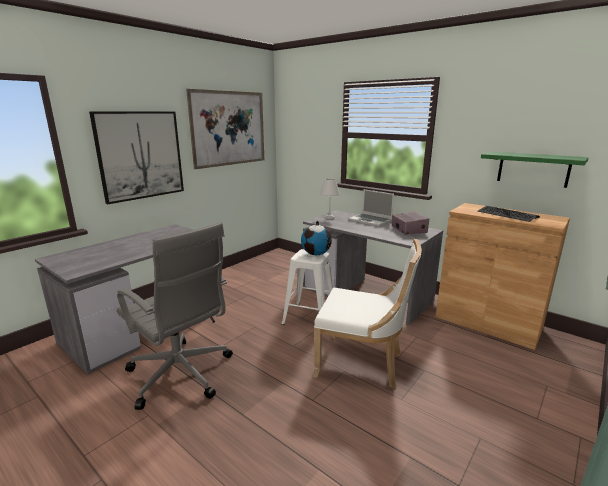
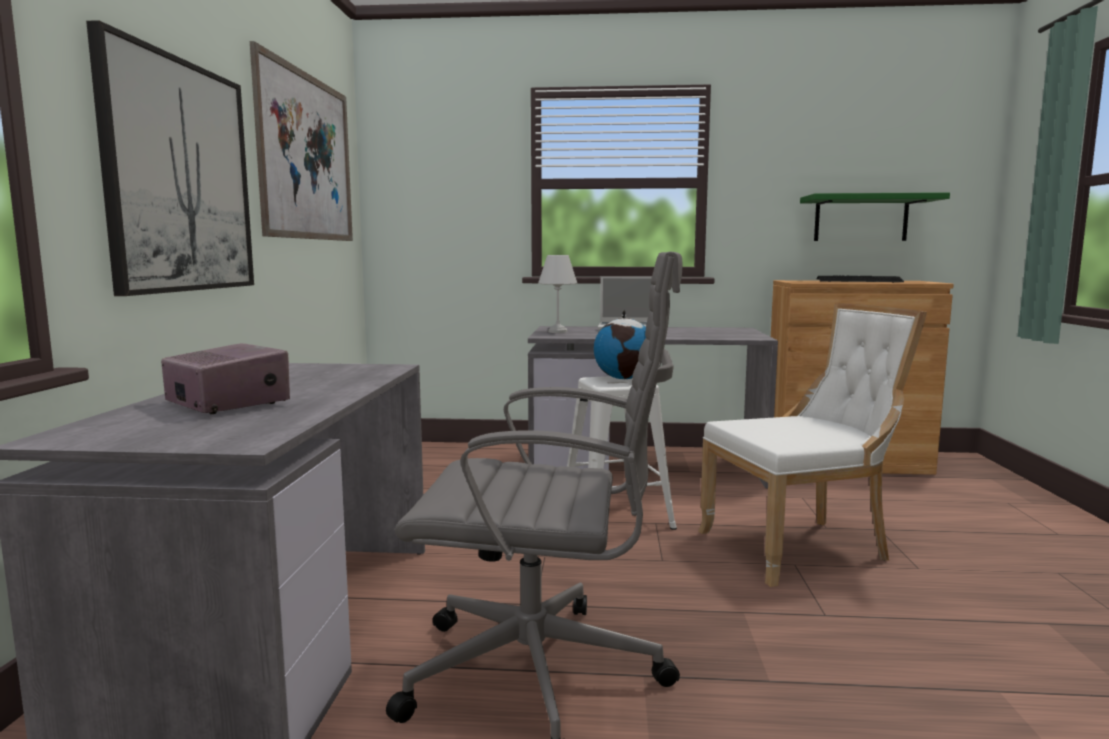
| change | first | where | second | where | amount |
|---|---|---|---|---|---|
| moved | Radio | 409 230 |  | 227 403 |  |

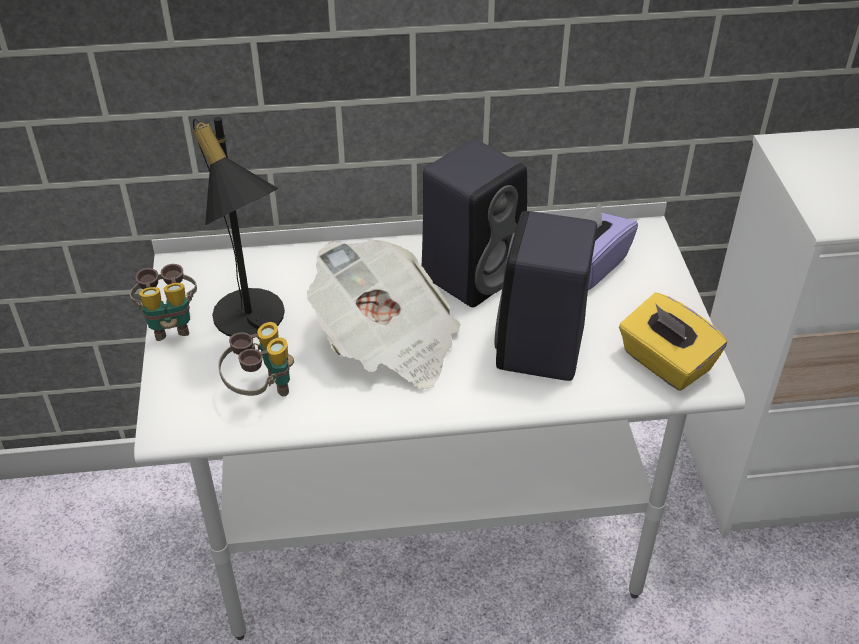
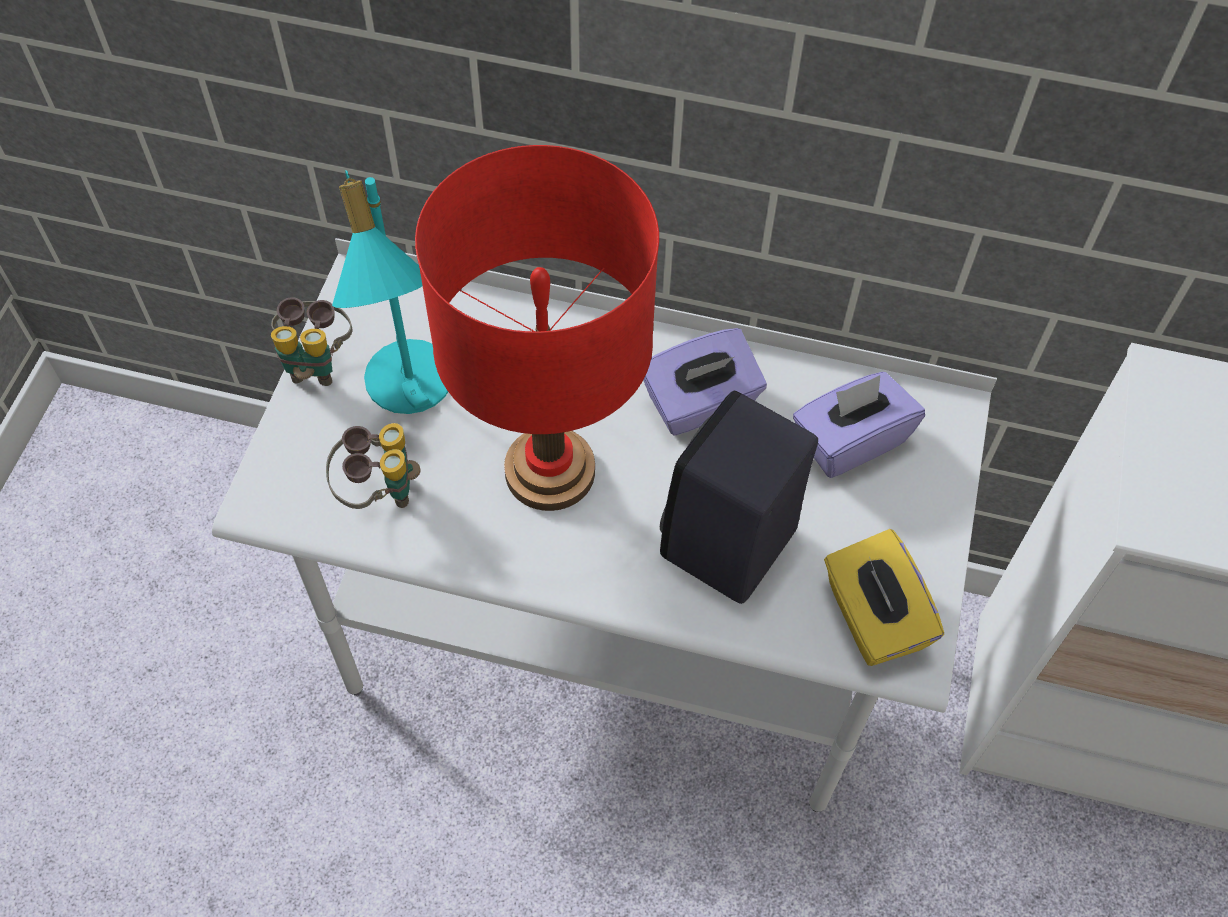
| change | first | where | second | where | amount |
|---|---|---|---|---|---|
| recoloured | BlackLampForATable | 253 323 | BlueGreenLampForATable | 408 392 |  |
| replaced | BlackSpeaker | 474 273 | PurpleTissueHolder | 701 404 |  |
| replaced | PrintedPaper | 387 342 | ReddishLampForATable | 550 472 |  |

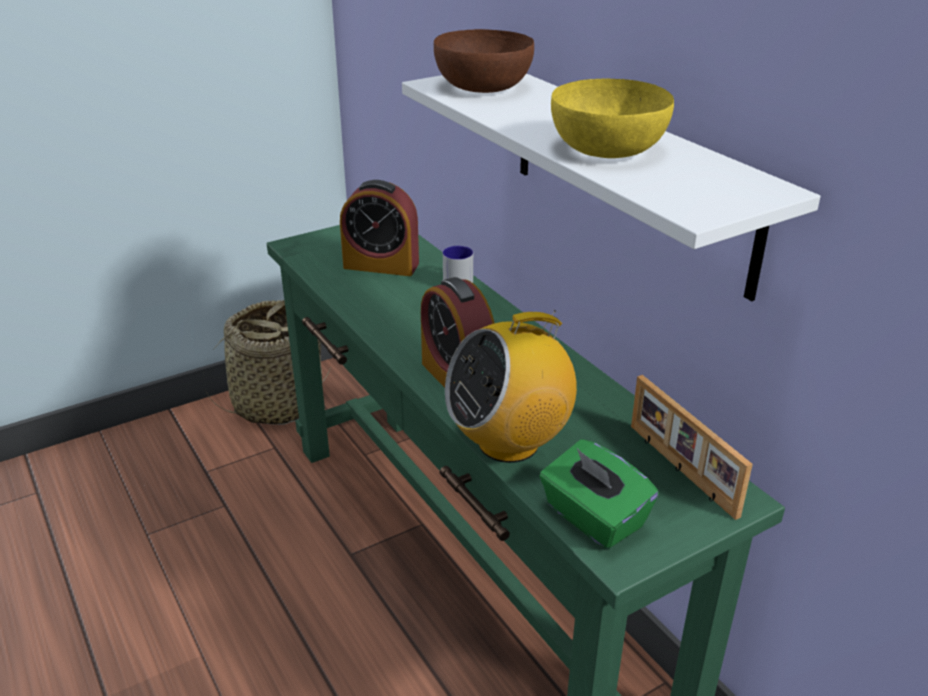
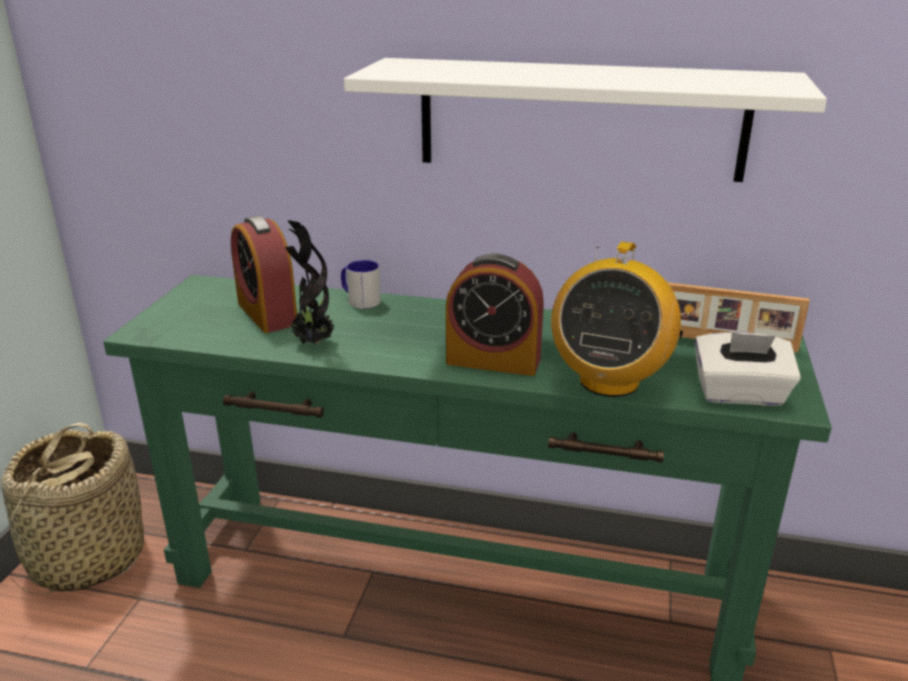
| change | first | where | second | where | amount |
|---|---|---|---|---|---|
| removed | BrownColouredDeepDish | 482 87 |  |  |  |
| removed | YellowishDeepDish | 609 149 |  |  |  |
| turned | TableClock | 381 265 |  | 267 314 | 90 degrees clockwise |
| recoloured | GreenColouredTissueHolder | 593 518 | WhitishTissueHolder | 740 394 |  |
| added |  |  | PlantInAPot | 311 343 |  |

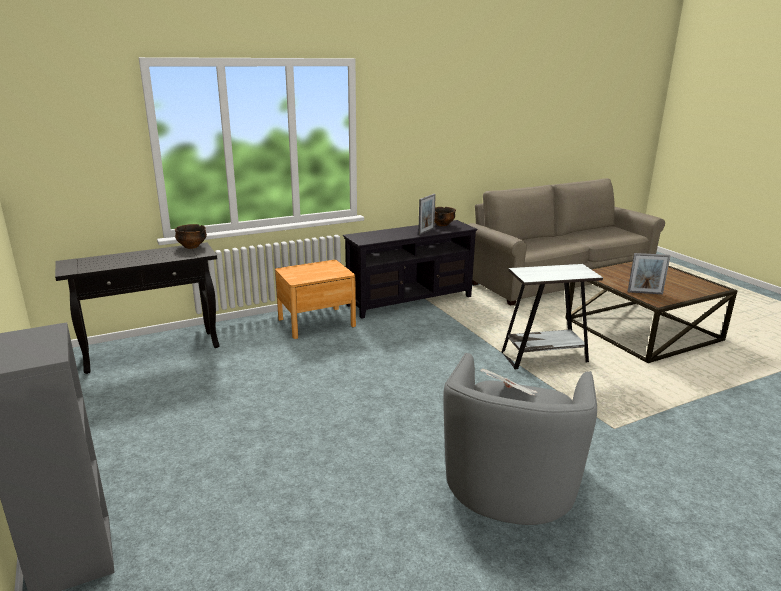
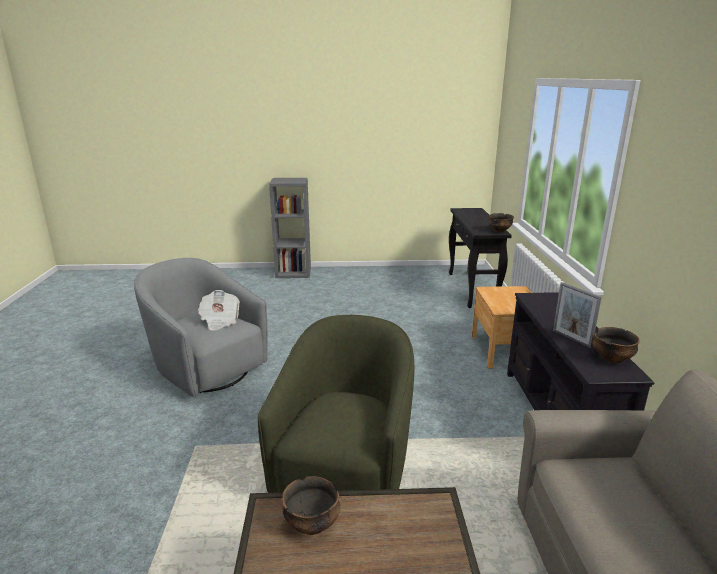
| change | first | where | second | where | amount |
|---|---|---|---|---|---|
| replaced | StandingFrame | 645 293 | DeepDish | 312 524 |  |
| replaced | WhitishEndTable | 544 357 | GreenColouredEasyChair | 345 468 |  |

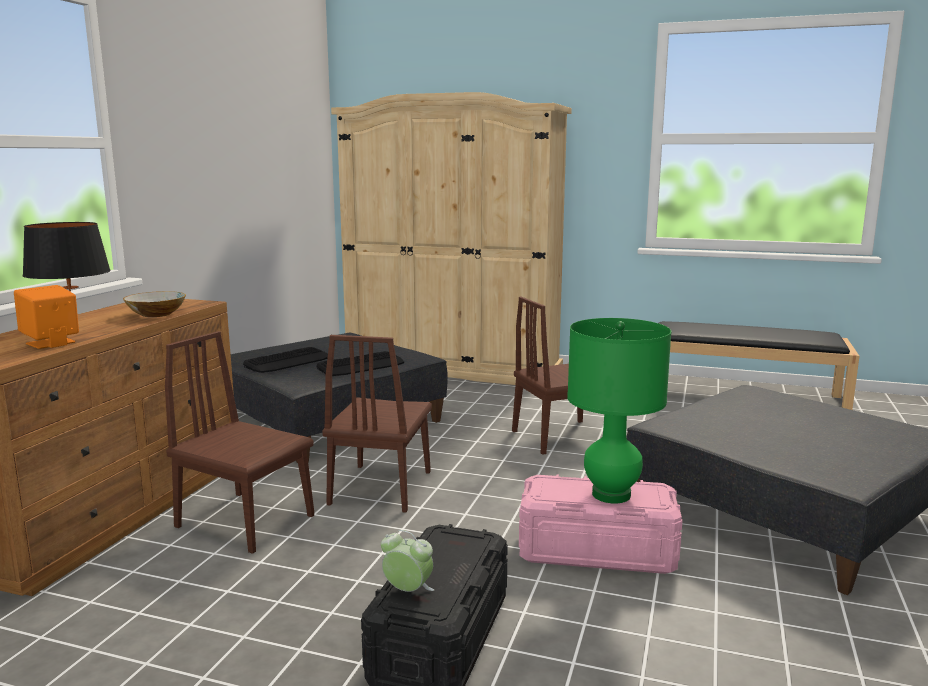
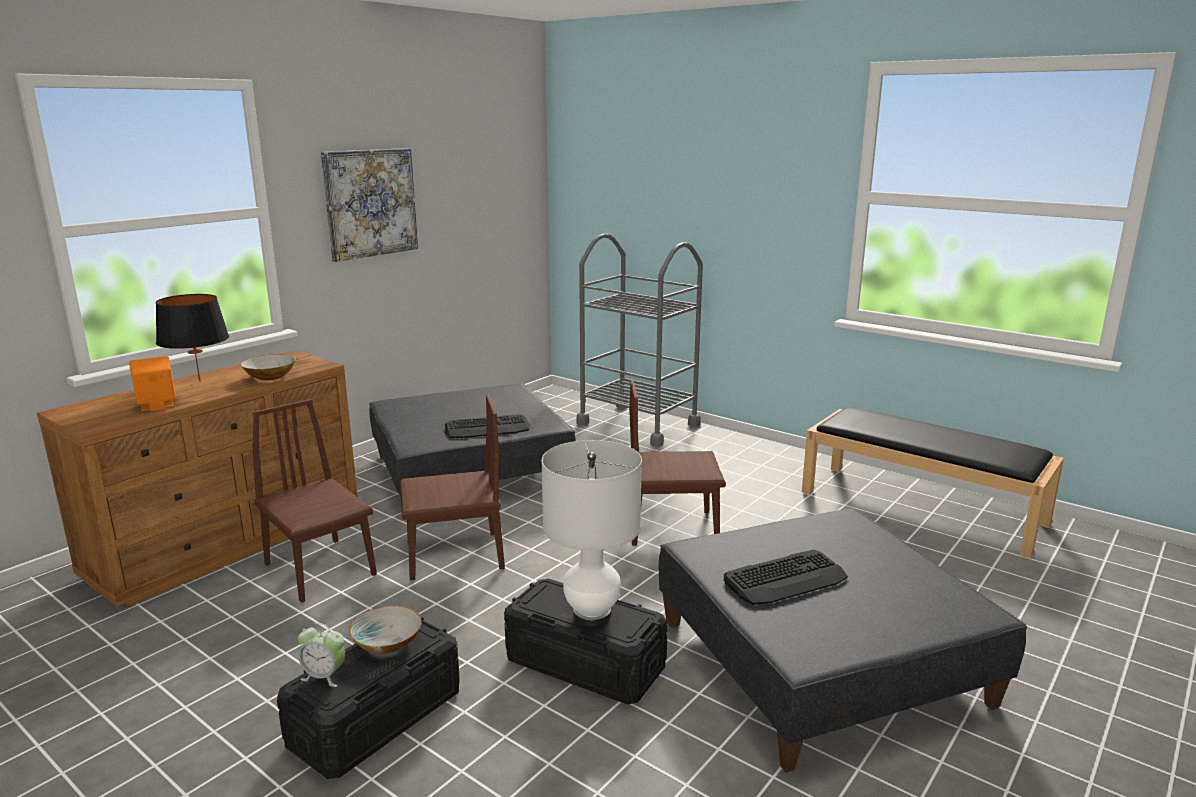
| change | first | where | second | where | amount |
|---|---|---|---|---|---|
| replaced | BeigeWardrobe | 453 367 | GreyishCart | 638 424 |  |
| recoloured | GreenColouredLampForATable | 611 495 | WhitishLampForATable | 591 615 |  |
| turned | BrownColouredUprightChair | 381 487 |  | 454 555 | 135 degrees counterclockwise |
| moved | PcKeyboard | 288 361 |  | 785 579 |  |
| recoloured | PinkStorageContainer | 597 551 | BlackStorageContainer | 585 664 |  |
| turned | TableClock | 408 591 |  | 324 676 | 150 degrees clockwise |
| added |  |  | WallPicture | 370 203 |  |
| added |  |  | DeepDish | 386 643 |  |

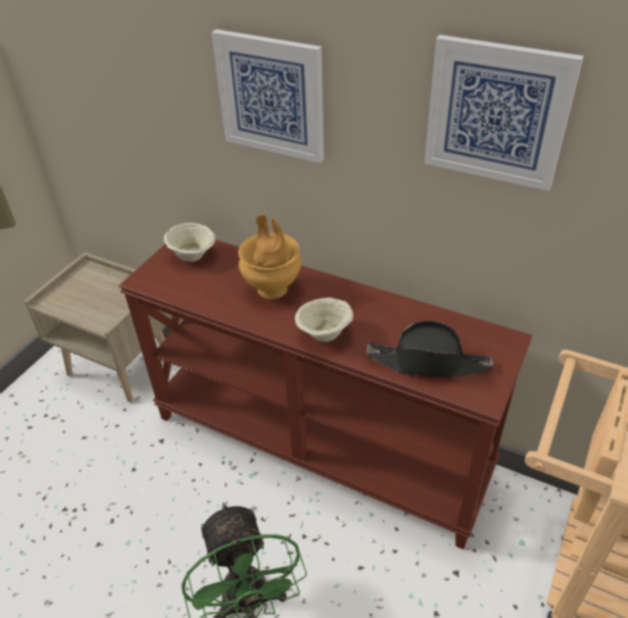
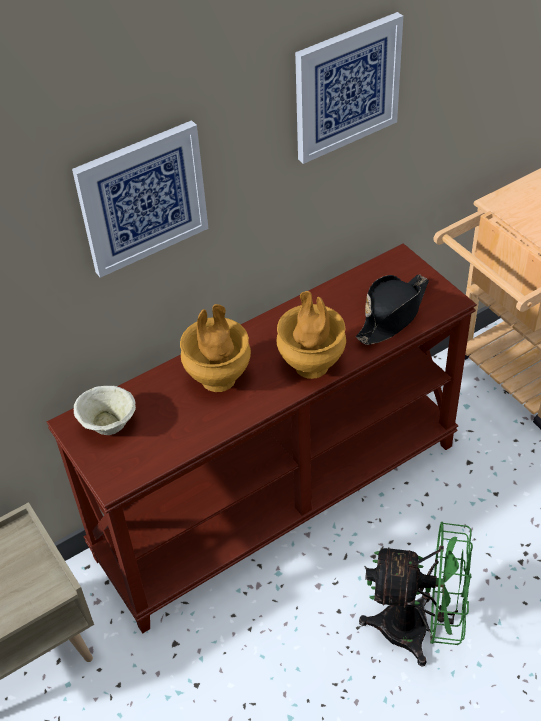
| change | first | where | second | where | amount |
|---|---|---|---|---|---|
| replaced | BeigeDeepDish | 324 335 | BrownColouredFlowerVase | 312 366 |  |

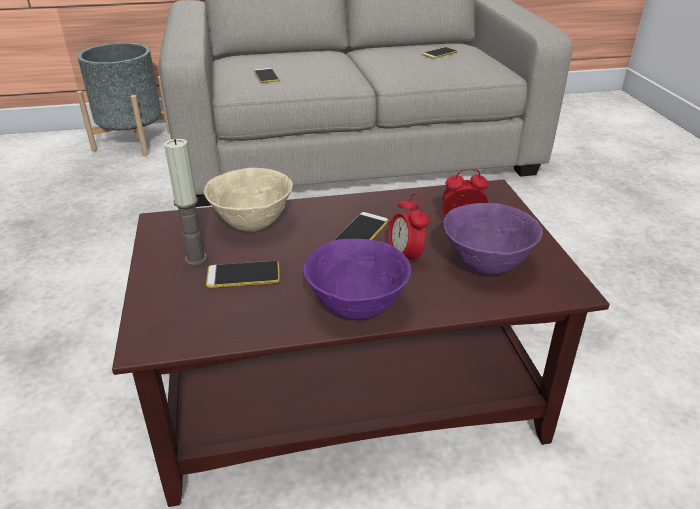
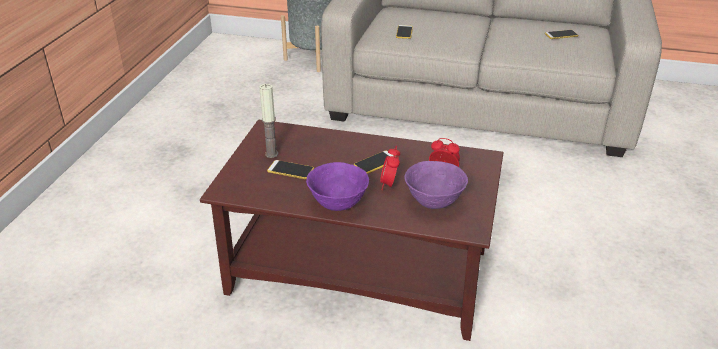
| change | first | where | second | where | amount |
|---|---|---|---|---|---|
| removed | BeigeDeepDish | 251 223 |  |  |  |

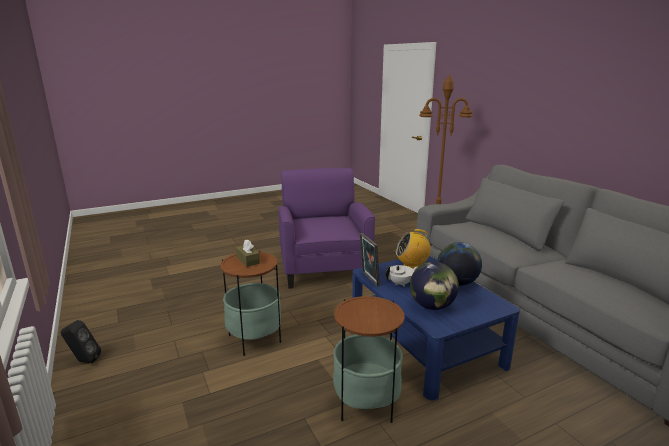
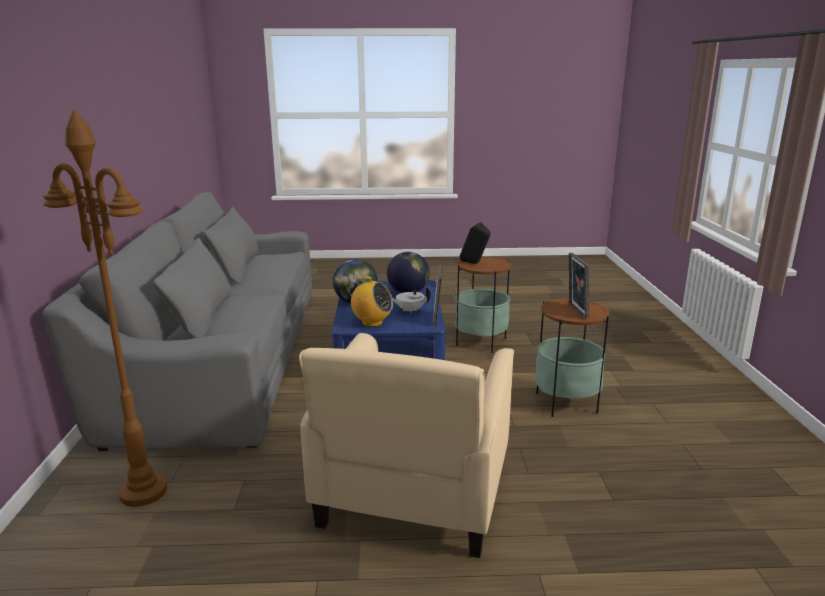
| change | first | where | second | where | amount |
|---|---|---|---|---|---|
| recoloured | PurpleEasyChair | 323 267 | BeigeEasyChair | 414 494 |  |
| replaced | BrownColouredTissueHolder | 248 260 | StandingFrame | 576 311 |  |
| moved | BlackSpeaker | 83 361 |  | 475 263 |  |

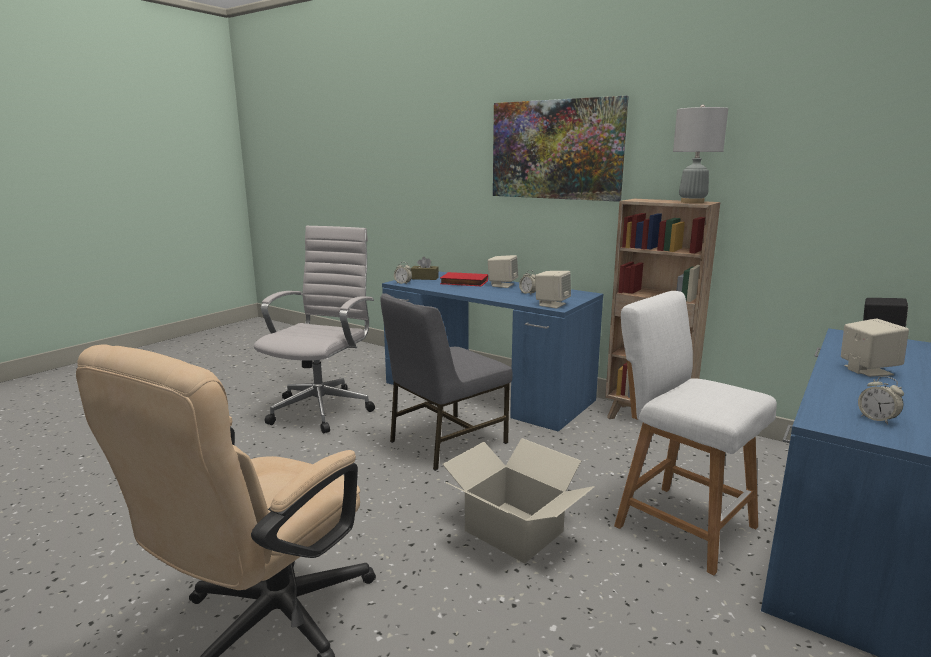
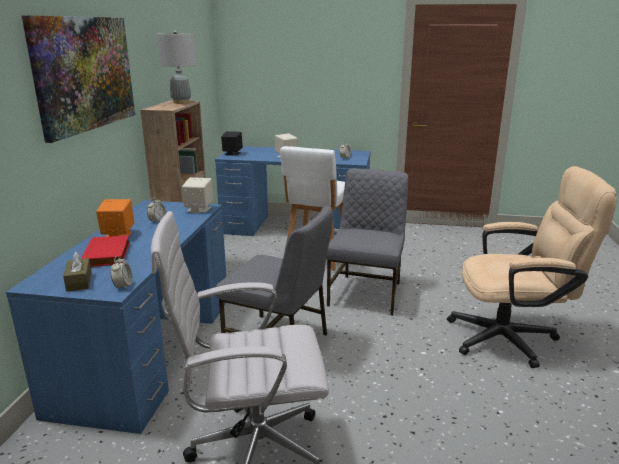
| change | first | where | second | where | amount |
|---|---|---|---|---|---|
| recoloured | BeigeSpeaker | 502 285 | OrangeySpeaker | 118 235 |  |
| replaced | Carton | 513 531 | GreyishUprightChair | 366 293 |  |

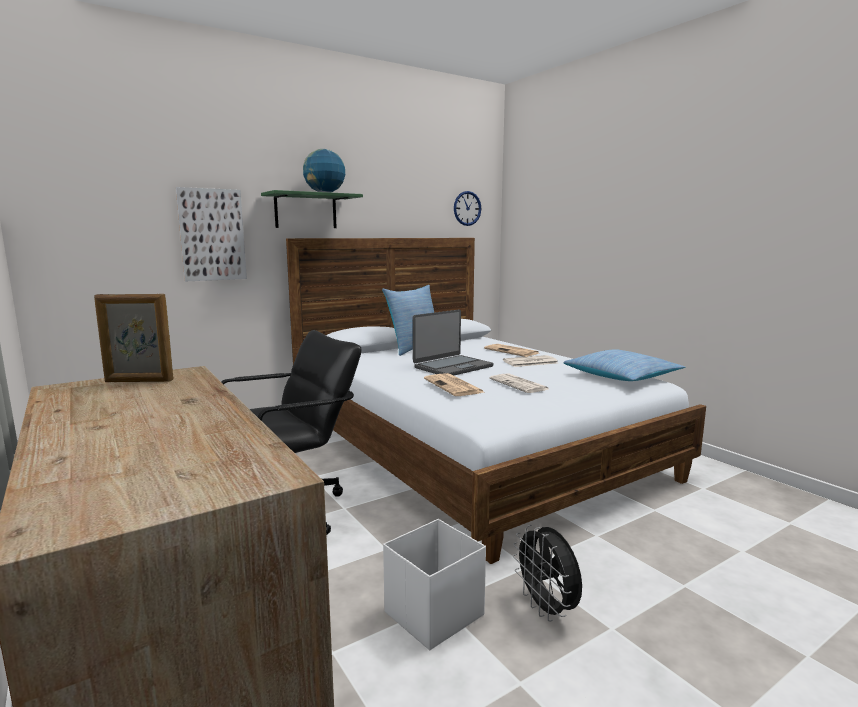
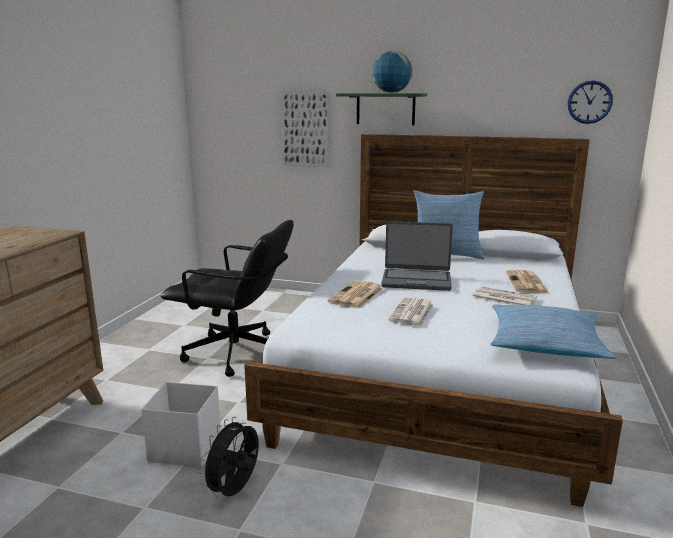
| change | first | where | second | where | amount |
|---|---|---|---|---|---|
| removed | StandingFrame | 139 381 |  |  |  |

